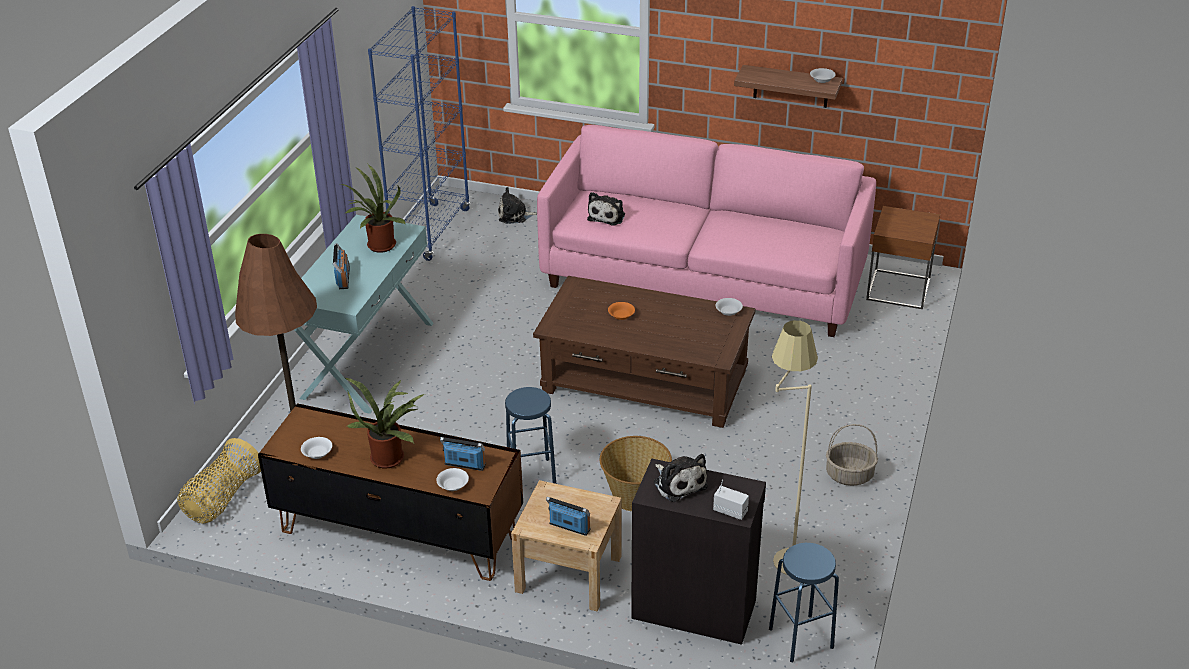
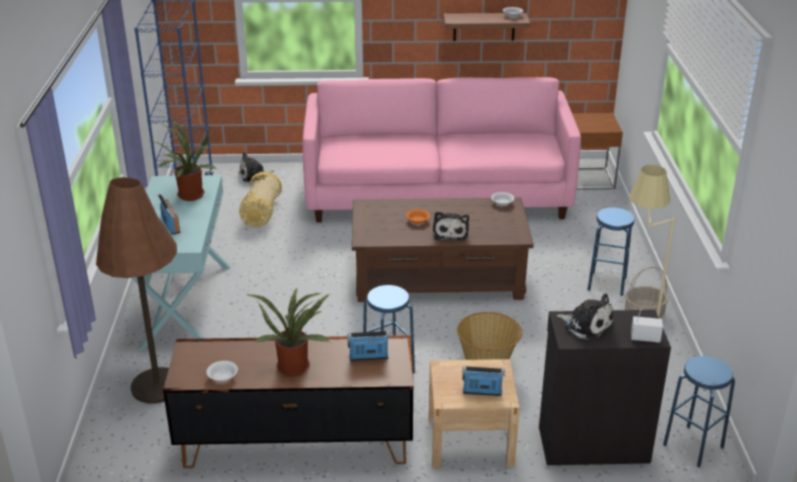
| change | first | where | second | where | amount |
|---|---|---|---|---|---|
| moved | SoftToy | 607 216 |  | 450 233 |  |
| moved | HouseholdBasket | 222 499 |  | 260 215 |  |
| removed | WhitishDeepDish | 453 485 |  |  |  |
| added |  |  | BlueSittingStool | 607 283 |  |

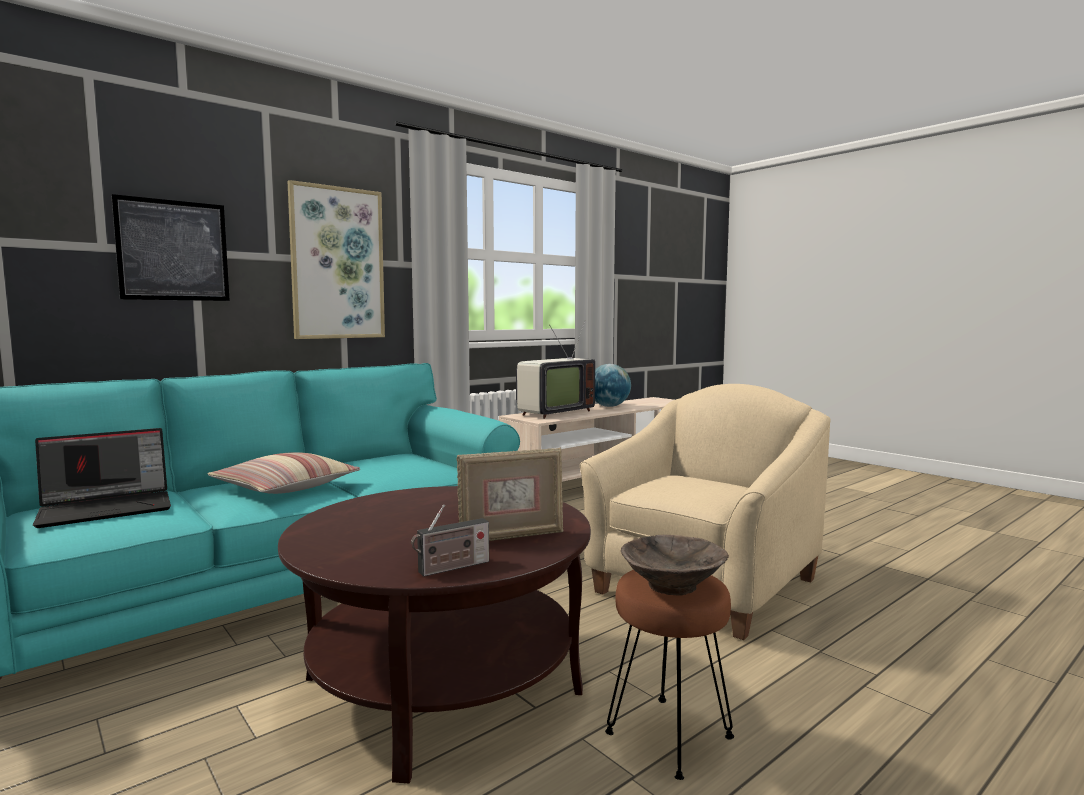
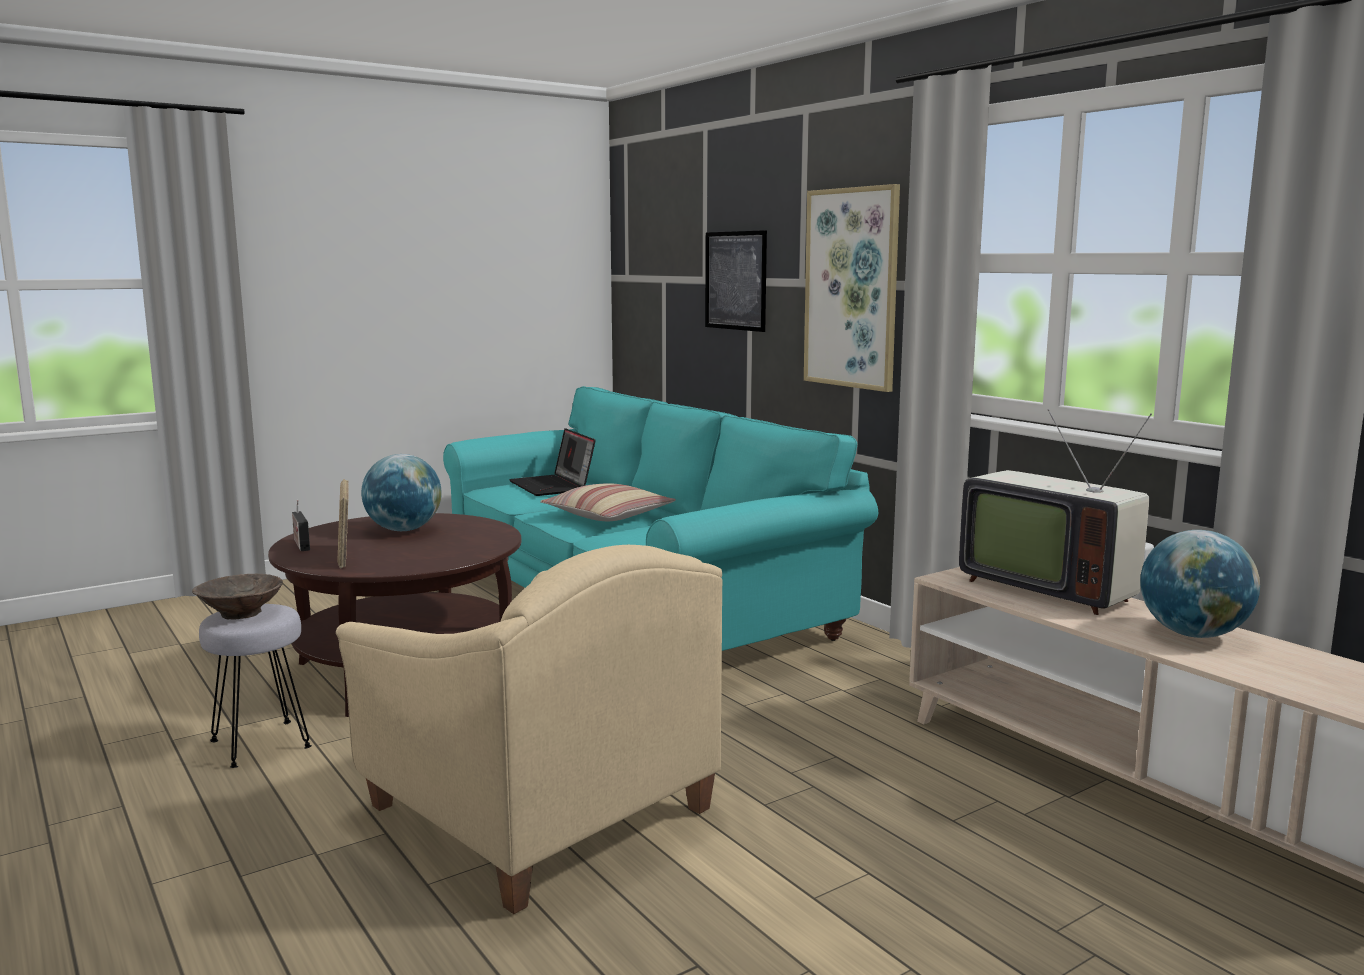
| change | first | where | second | where | amount |
|---|---|---|---|---|---|
| recoloured | BrownColouredSittingStool | 668 736 | GreyishSittingStool | 261 743 |  |
| added |  |  | Globe | 404 530 |  |

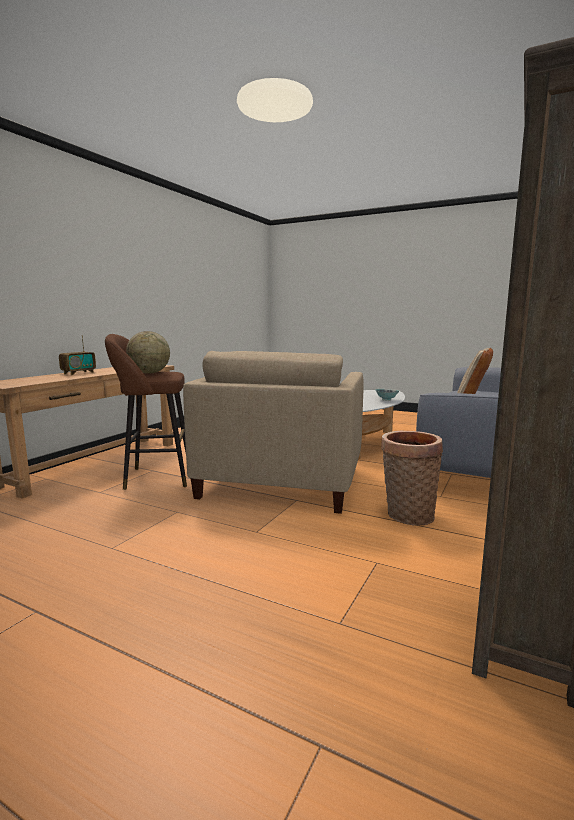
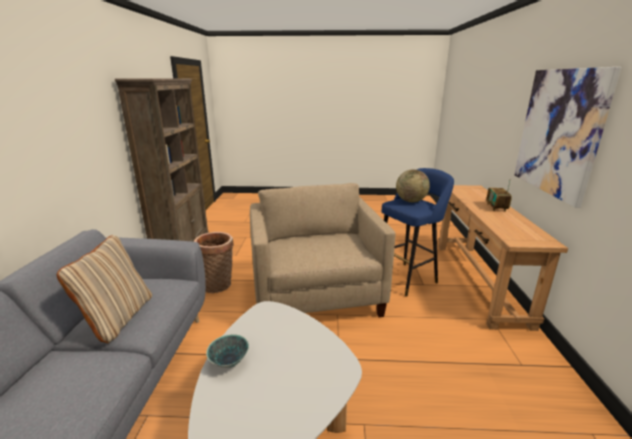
| change | first | where | second | where | amount |
|---|---|---|---|---|---|
| recoloured | BrownColouredSittingStool | 154 477 | BlueSittingStool | 407 278 |  |
| added |  |  | WallPicture | 558 132 |  |

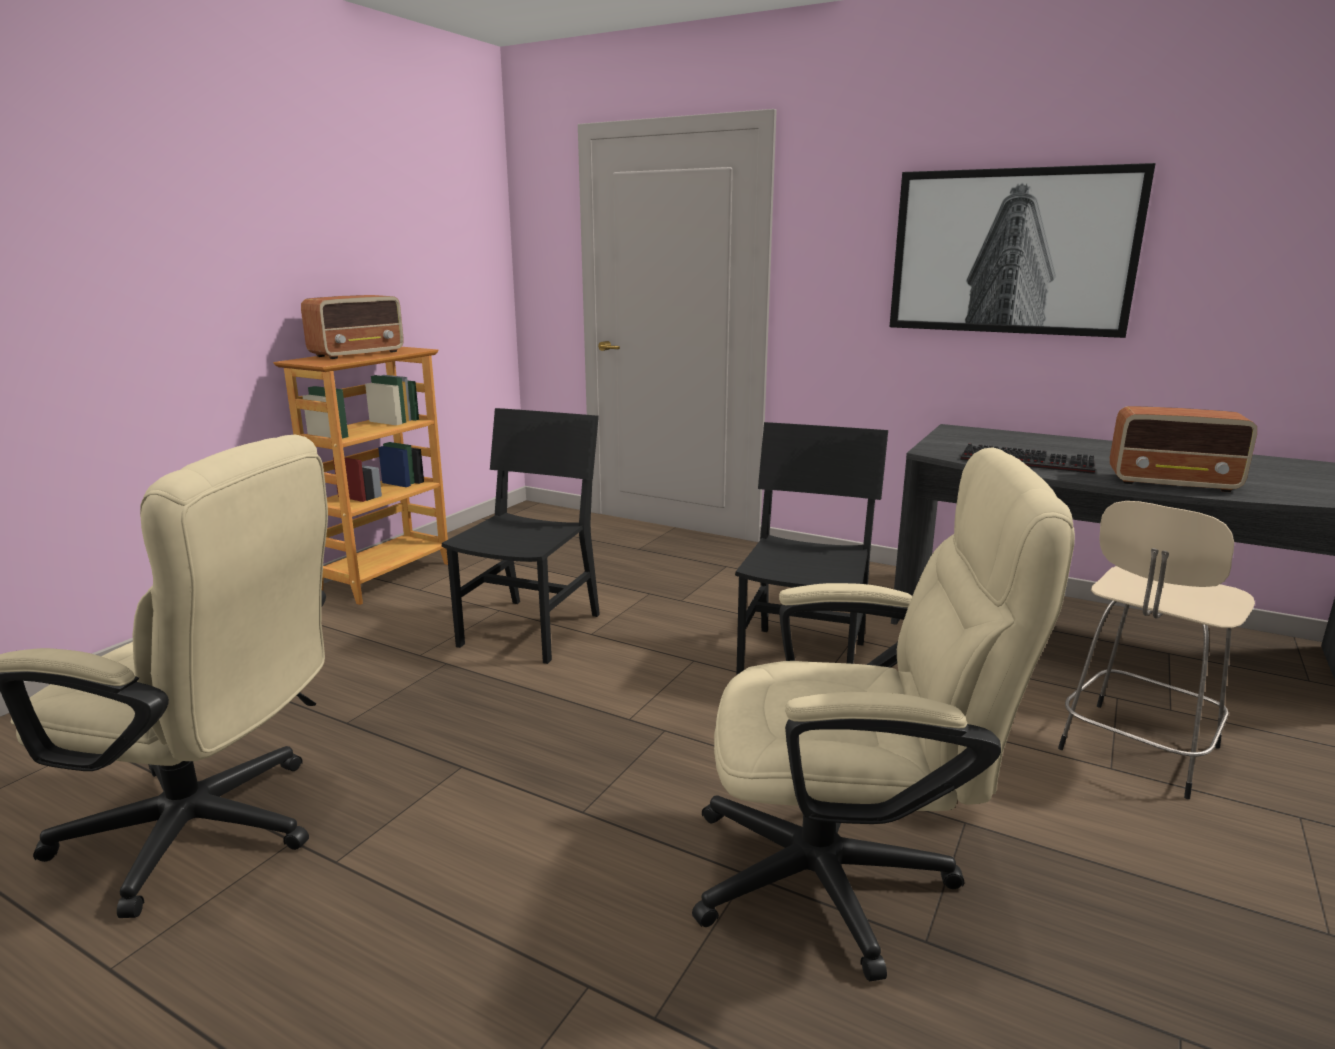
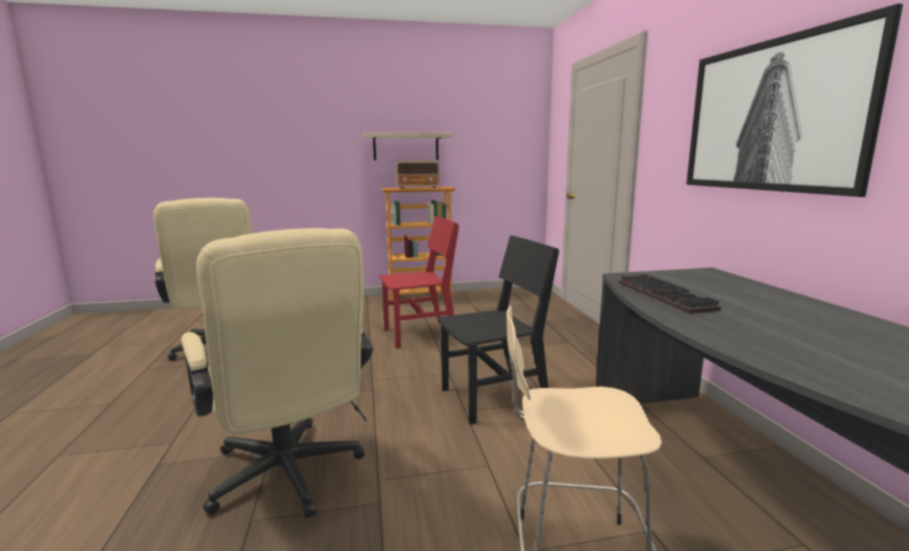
| change | first | where | second | where | amount |
|---|---|---|---|---|---|
| removed | Radio | 1173 483 |  |  |  |
| recoloured | BlackUprightChair | 531 630 | ReddishUprightChair | 420 334 |  |
| added |  |  | BracketShelf | 406 147 |  |

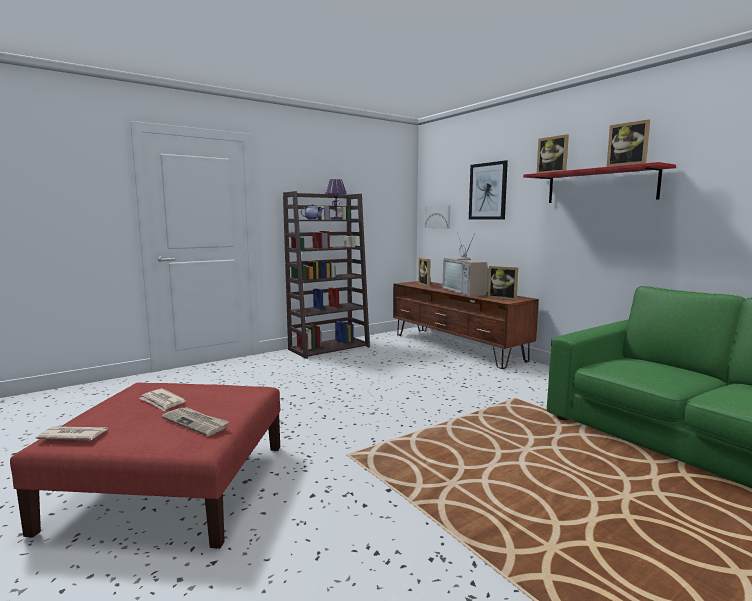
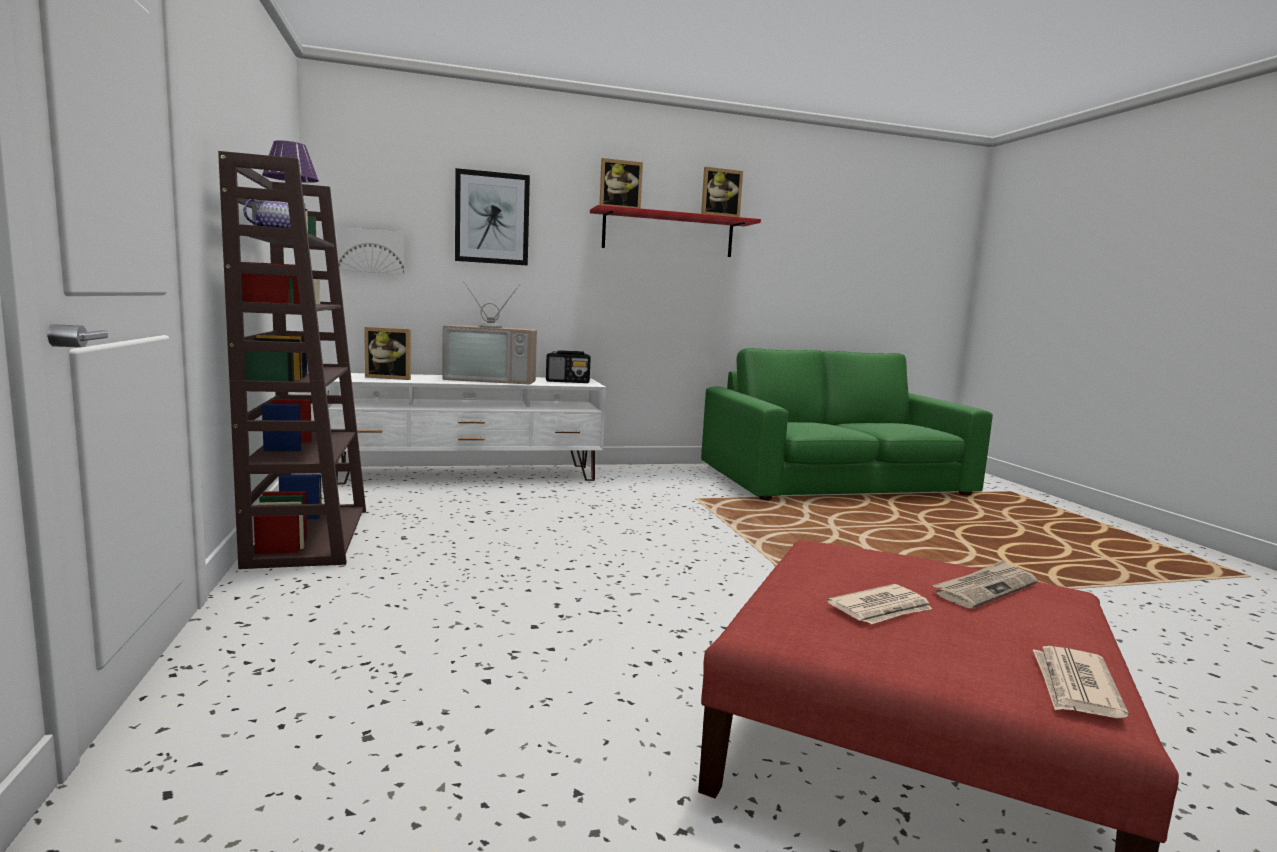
| change | first | where | second | where | amount |
|---|---|---|---|---|---|
| replaced | StandingFrame | 503 298 | Radio | 568 382 |  |
| recoloured | BrownColouredTvUnit | 456 347 | WhitishTvUnit | 470 474 |  |

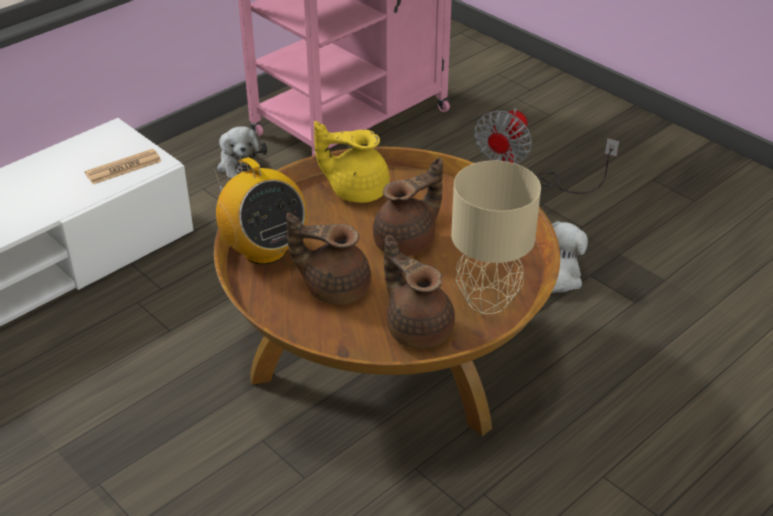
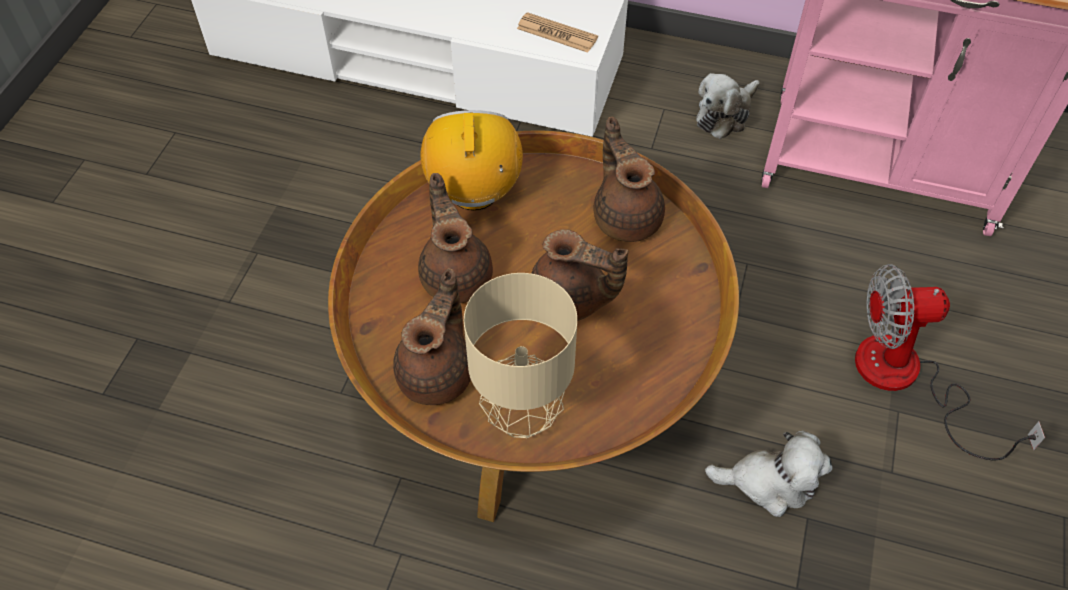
| change | first | where | second | where | amount |
|---|---|---|---|---|---|
| recoloured | YellowishTeapot | 356 190 | BrownColouredTeapot | 626 216 |  |
| turned | Radio | 264 250 |  | 474 193 | 150 degrees clockwise |

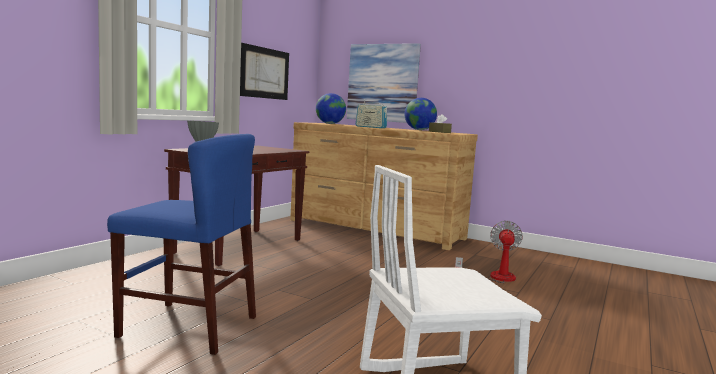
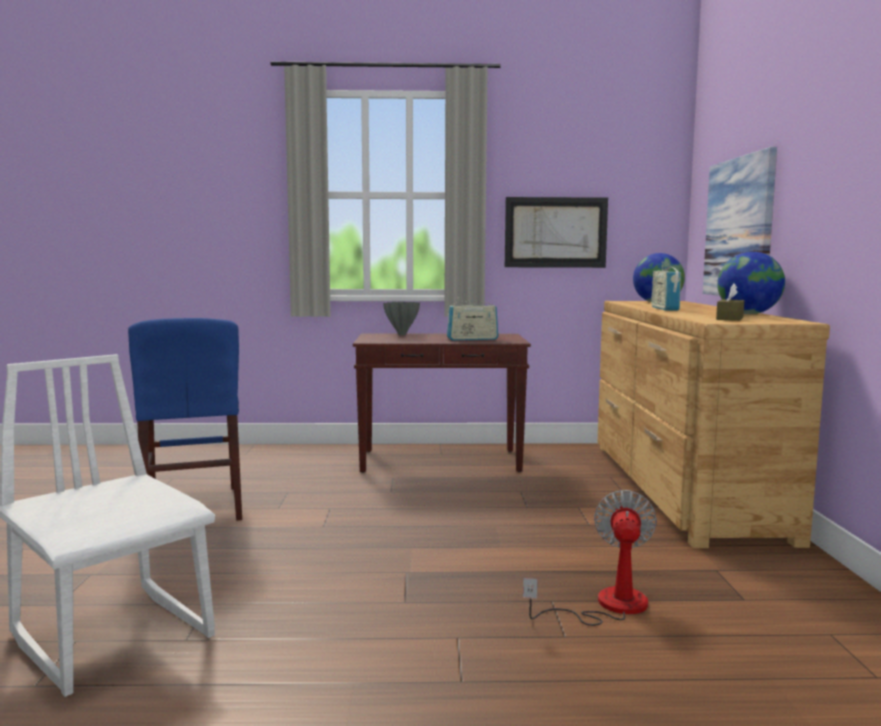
| change | first | where | second | where | amount |
|---|---|---|---|---|---|
| turned | CoolingFan | 495 278 |  | 607 606 | 60 degrees counterclockwise |
| added |  |  | Radio | 472 339 |  |

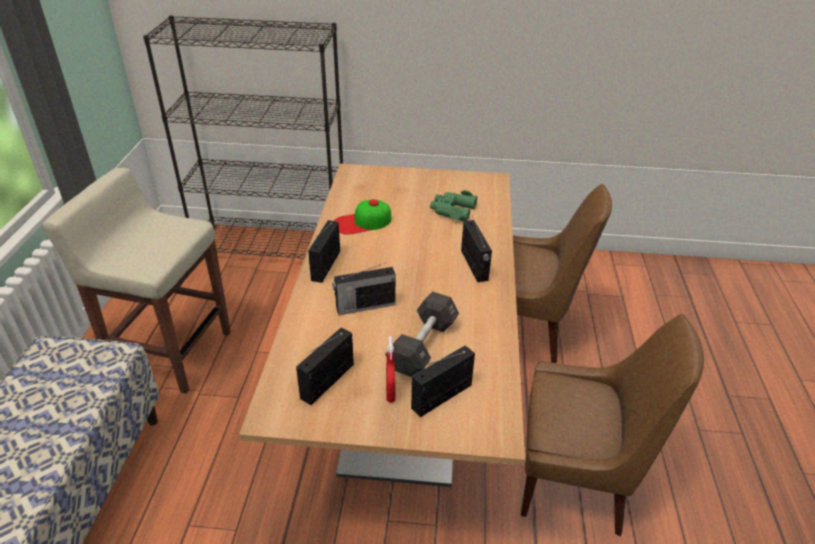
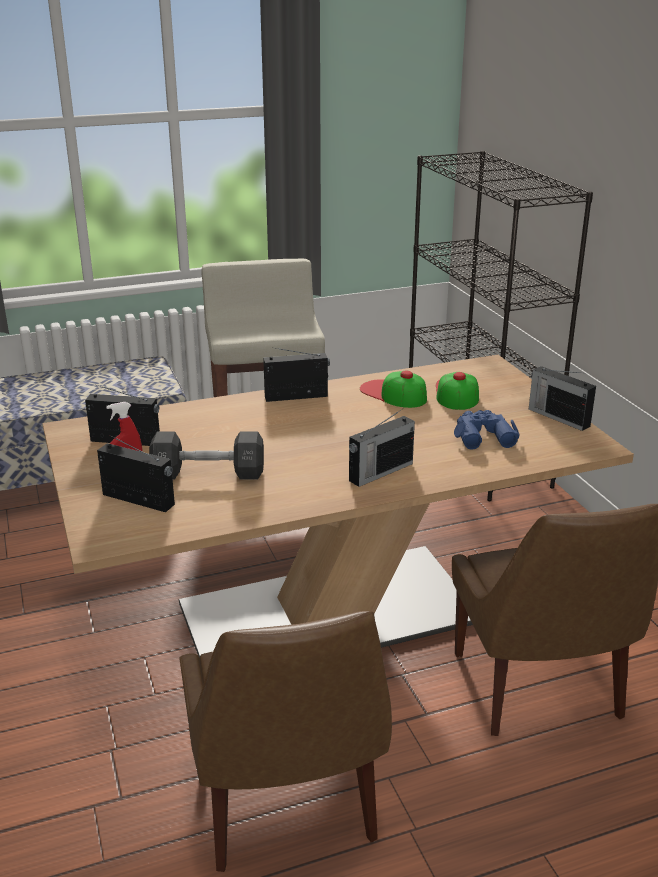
| change | first | where | second | where | amount |
|---|---|---|---|---|---|
| recoloured | GreenColouredBinoculars | 452 210 | BlueBinoculars | 483 435 |  |
| moved | Radio | 364 306 |  | 557 417 |  |
| added |  |  | PeakedCap | 456 393 |  |

